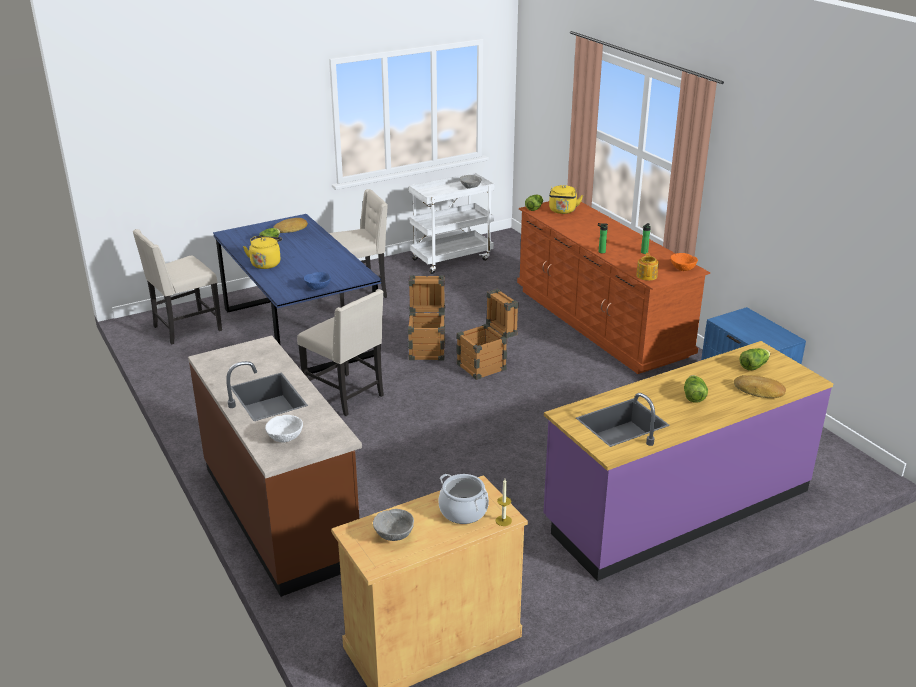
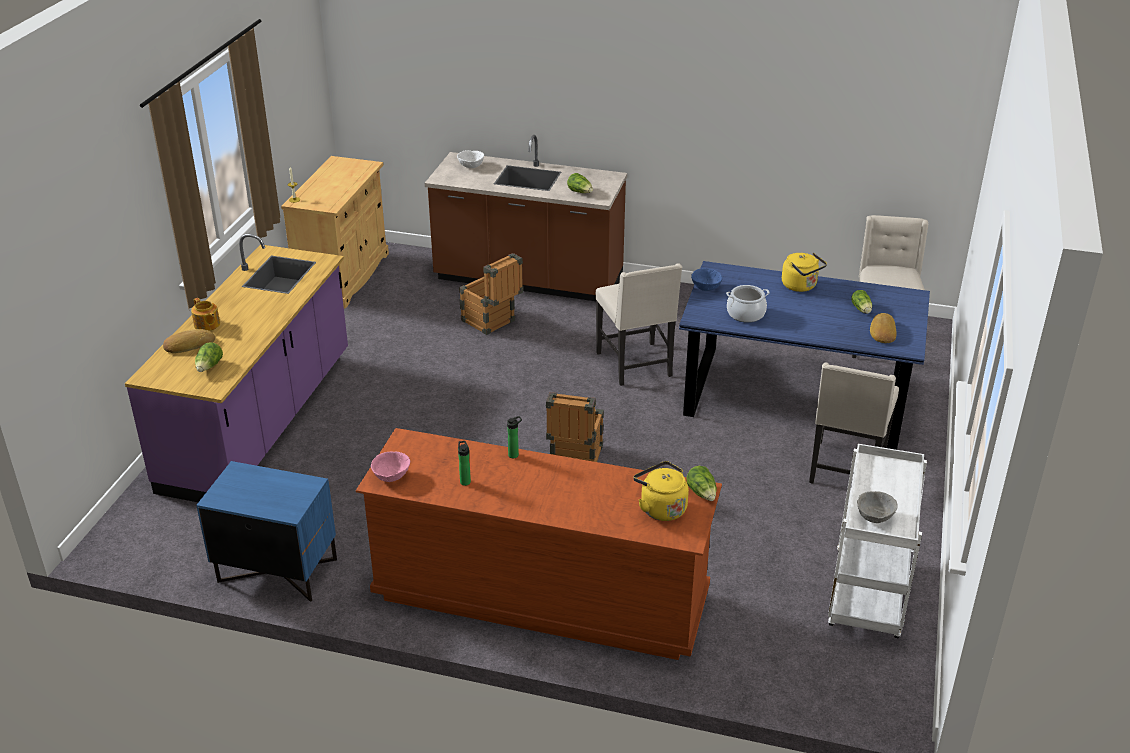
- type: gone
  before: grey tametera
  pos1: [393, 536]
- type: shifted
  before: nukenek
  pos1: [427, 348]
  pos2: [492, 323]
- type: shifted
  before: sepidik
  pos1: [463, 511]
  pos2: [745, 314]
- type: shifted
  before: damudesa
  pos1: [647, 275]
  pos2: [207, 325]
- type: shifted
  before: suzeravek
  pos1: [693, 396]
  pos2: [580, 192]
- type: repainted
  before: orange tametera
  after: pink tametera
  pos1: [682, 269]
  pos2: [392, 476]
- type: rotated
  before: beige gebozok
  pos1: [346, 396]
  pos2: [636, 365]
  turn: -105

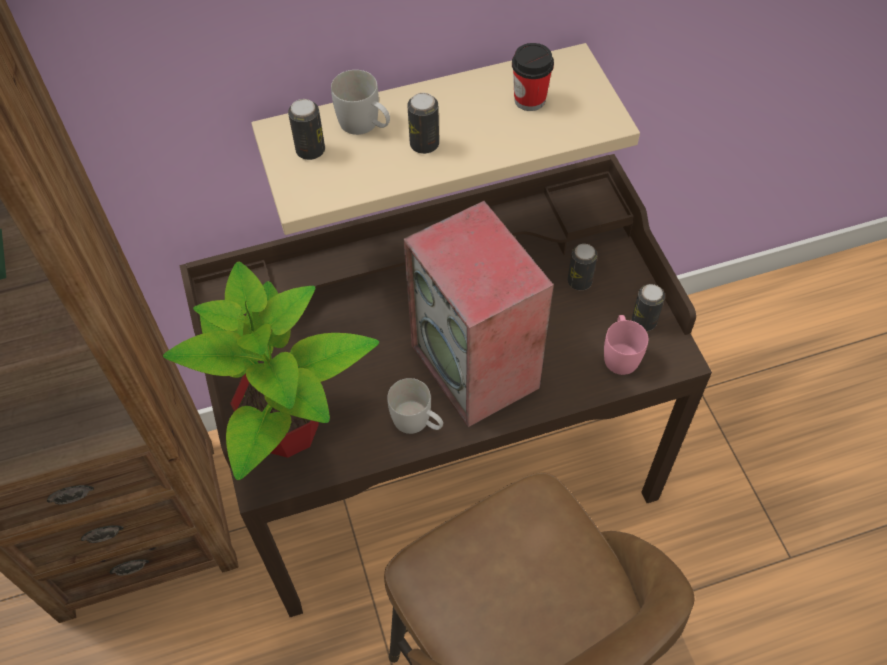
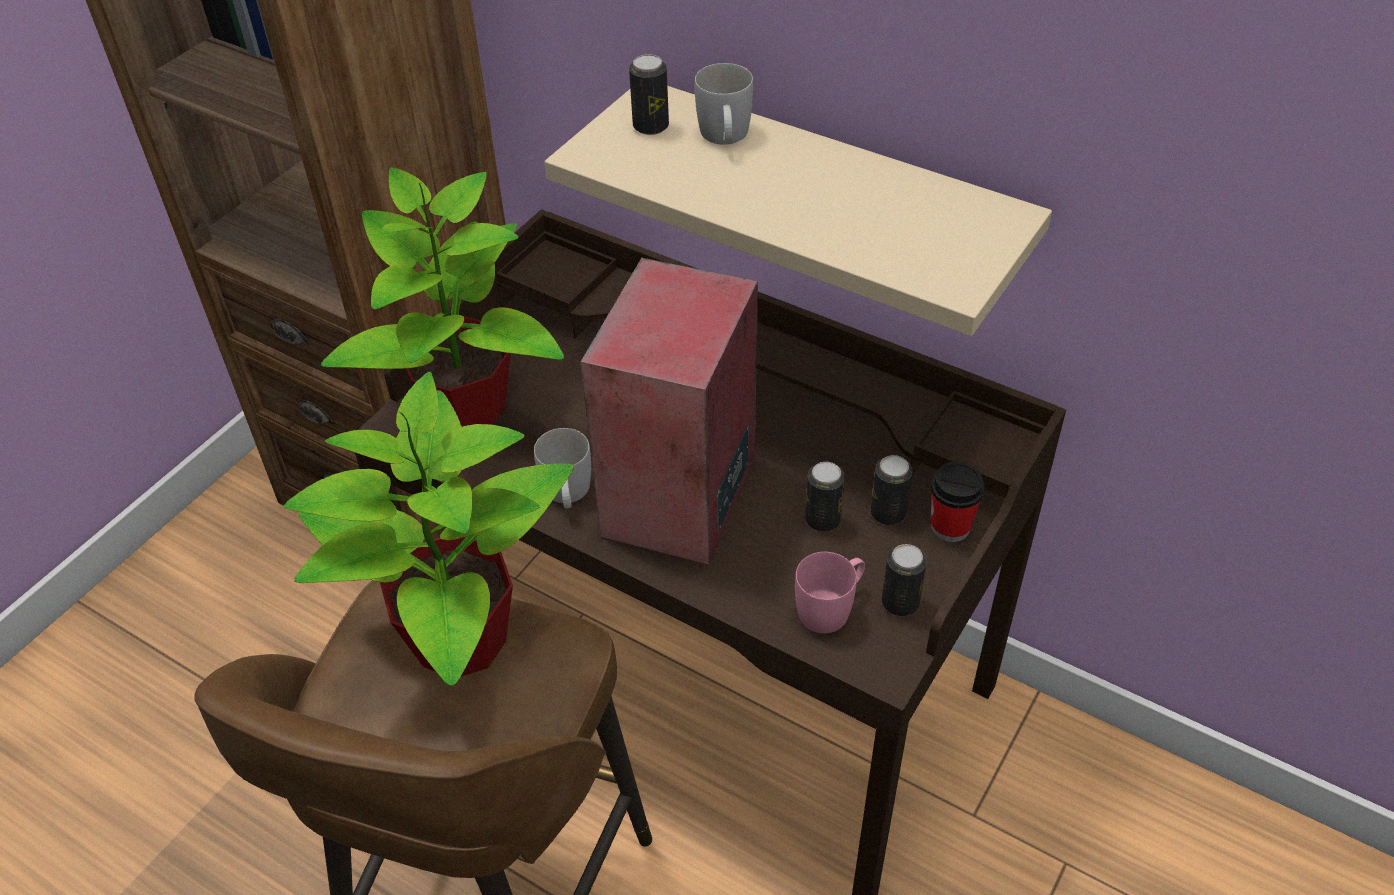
- type: new
  after: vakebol
  pos2: [458, 642]
- type: shifted
  before: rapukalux
  pos1: [424, 144]
  pos2: [823, 519]
- type: shifted
  before: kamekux
  pos1: [529, 100]
  pos2: [950, 526]

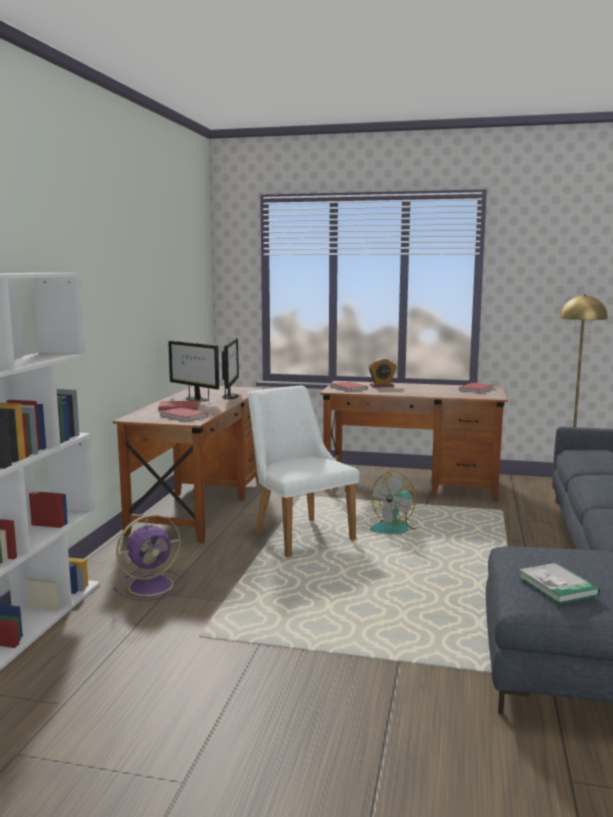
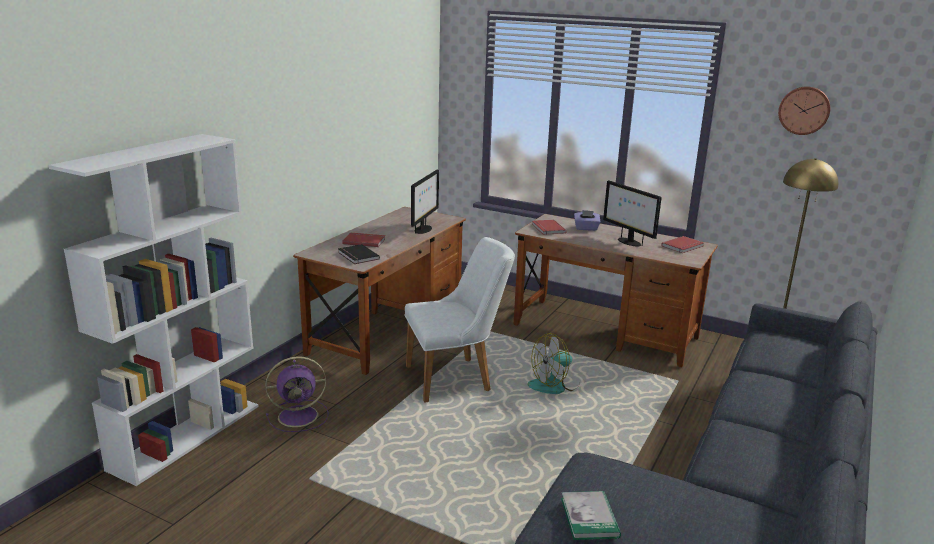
- type: new
  after: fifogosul
  pos2: [804, 110]
- type: shifted
  before: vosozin
  pos1: [196, 399]
  pos2: [628, 242]
- type: swapped
  before: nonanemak
  after: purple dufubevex
  pos1: [382, 386]
  pos2: [586, 228]
- type: repainted
  before: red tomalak
  after: black tomalak
  pos1: [182, 416]
  pos2: [357, 256]
- type: rotated
  before: white gebozok
  pos1: [297, 534]
  pos2: [456, 378]
  turn: 90

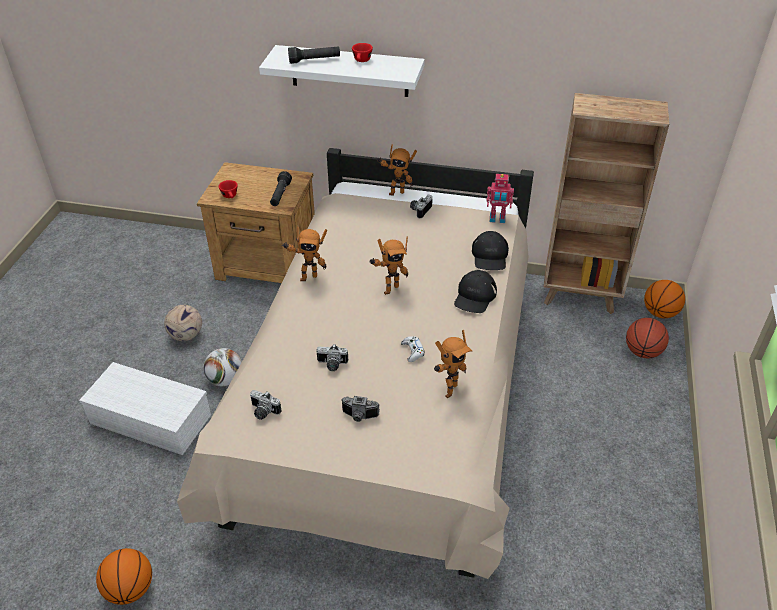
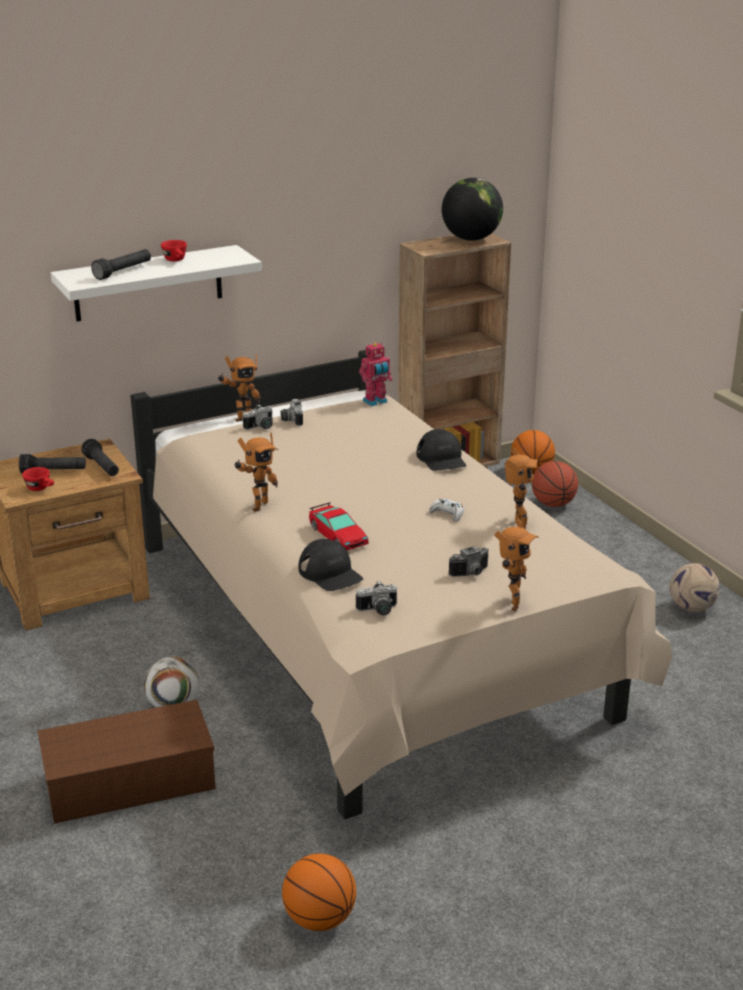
- type: new
  after: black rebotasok
  pos2: [53, 472]
- type: new
  after: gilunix
  pos2: [337, 535]
- type: new
  after: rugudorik
  pos2: [471, 239]
- type: shifted
  before: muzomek
  pos1: [186, 336]
  pos2: [691, 608]
- type: shifted
  before: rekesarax
  pos1: [332, 365]
  pos2: [261, 427]
- type: shifted
  before: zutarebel
  pos1: [389, 288]
  pos2: [510, 603]
- type: shifted
  before: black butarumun
  pos1: [490, 256]
  pos2: [330, 573]
- type: repainted
  before: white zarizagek
  after: brown zarizagek
  pos1: [152, 418]
  pos2: [131, 779]

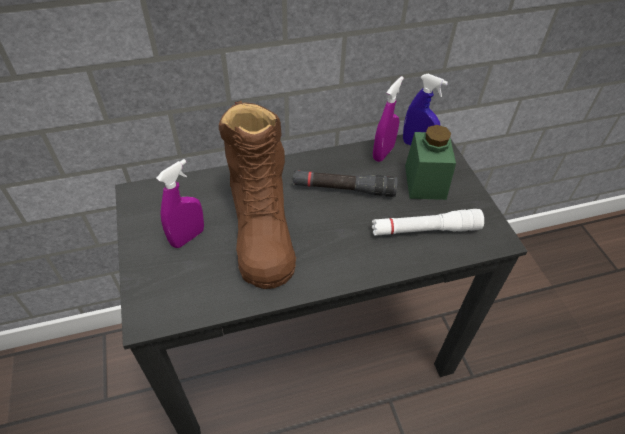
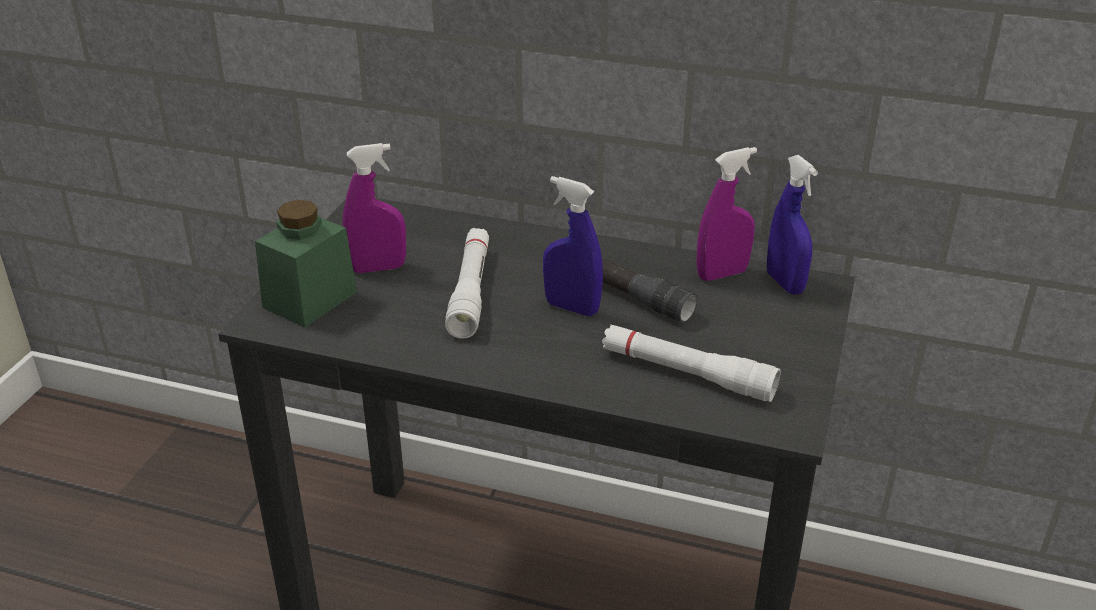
- type: new
  after: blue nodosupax
  pos2: [572, 308]
- type: shifted
  before: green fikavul
  pos1: [425, 182]
  pos2: [310, 300]
- type: swapped
  before: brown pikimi
  after: white rebotasok
  pos1: [261, 228]
  pos2: [470, 291]

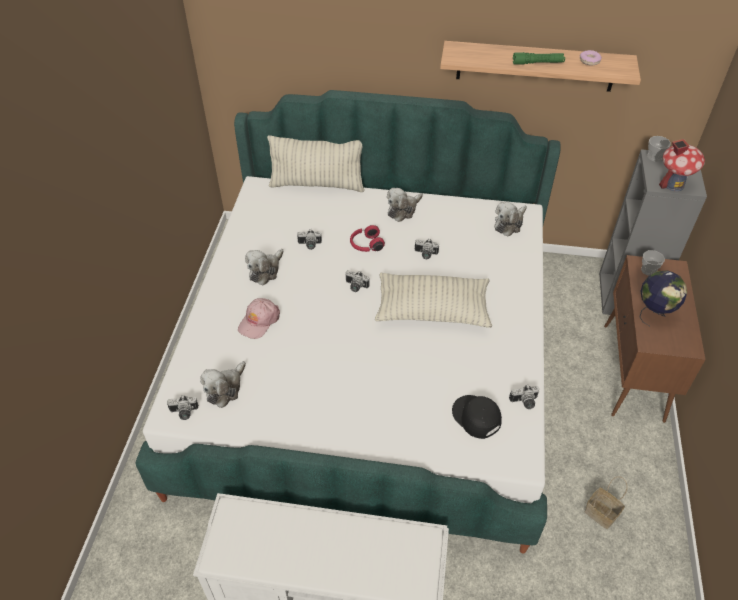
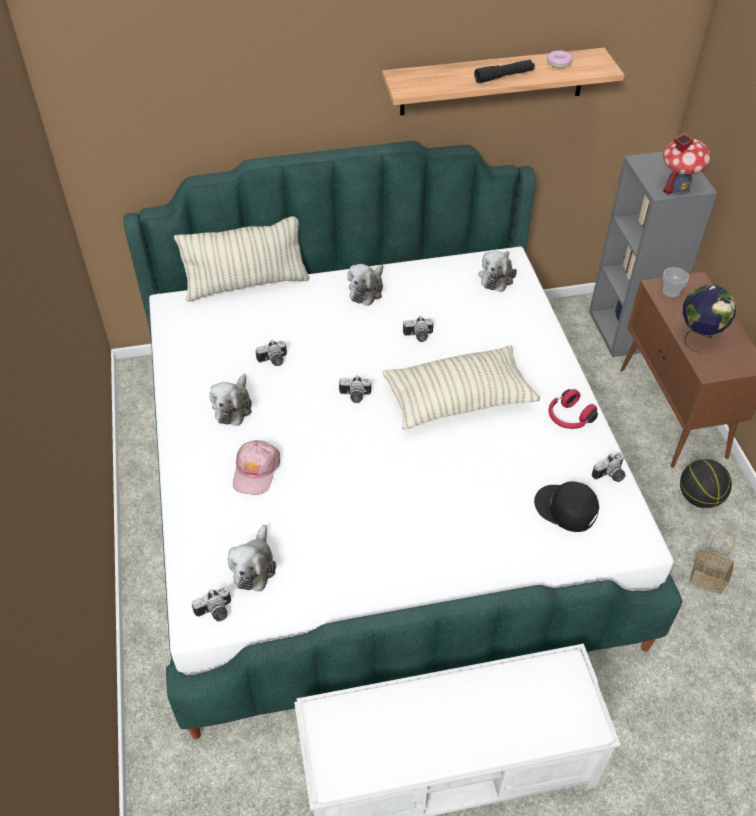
- type: gone
  before: kamekux
  pos1: [654, 157]
- type: new
  after: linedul
  pos2: [699, 497]
- type: shifted
  before: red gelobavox
  pos1: [366, 245]
  pos2: [569, 418]
- type: repainted
  before: green rebotasok
  after: black rebotasok
  pos1: [538, 63]
  pos2: [504, 76]

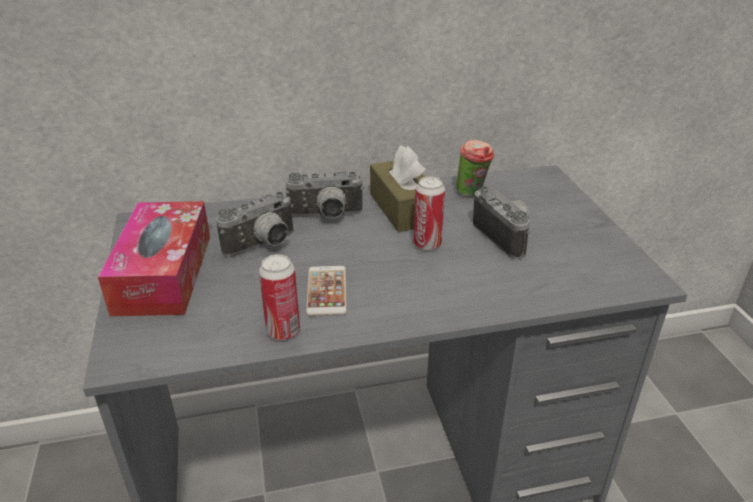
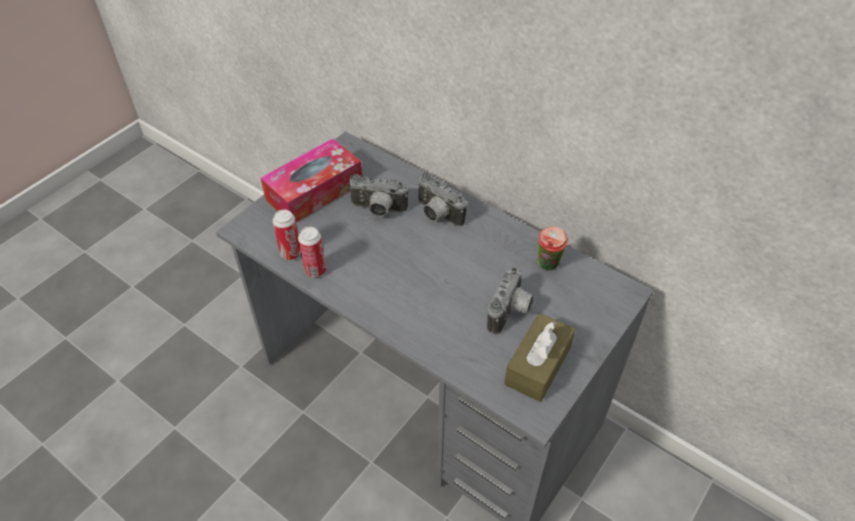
- type: gone
  before: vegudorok
  pos1: [326, 291]
- type: shifted
  before: brown dufubevex
  pos1: [402, 209]
  pos2: [538, 365]
- type: shifted
  before: rapukalux
  pos1: [427, 244]
  pos2: [291, 253]

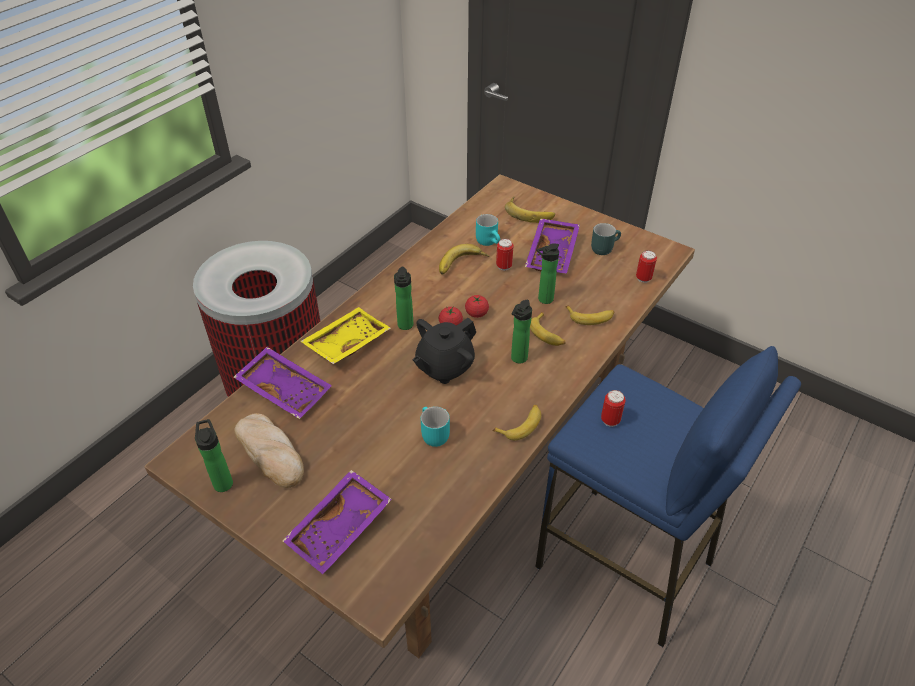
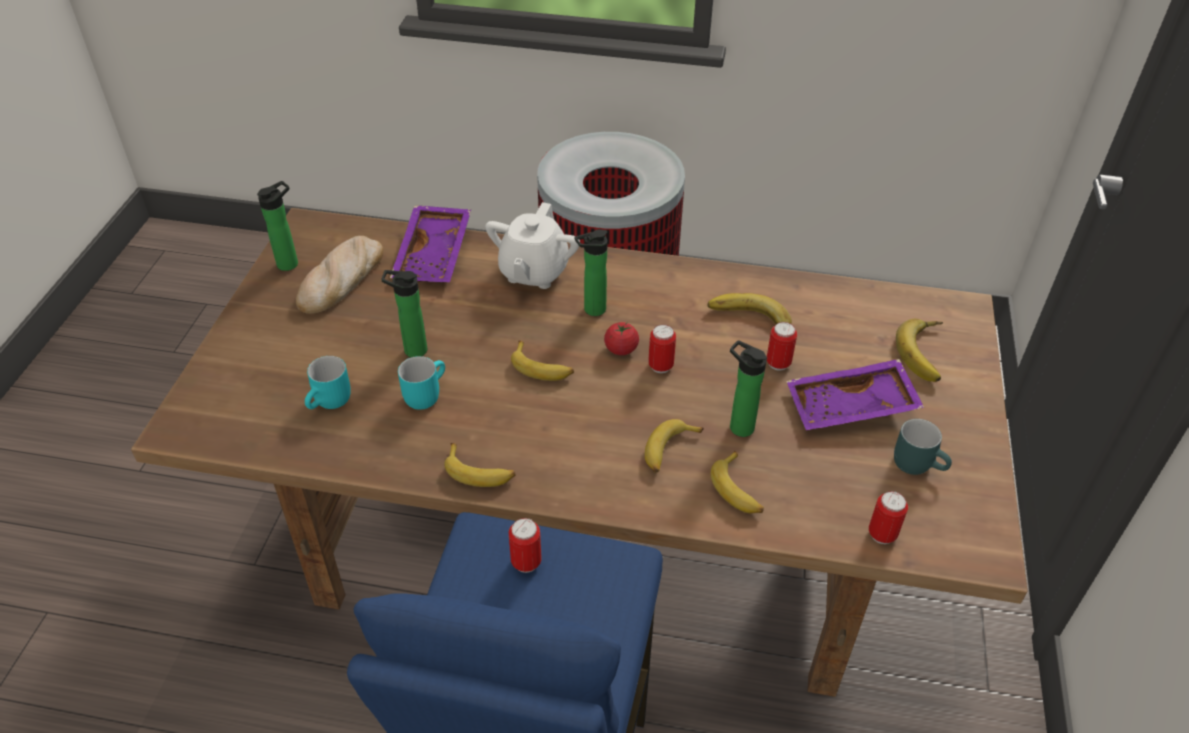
- type: gone
  before: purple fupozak
  pos1: [340, 529]
- type: shifted
  before: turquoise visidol
  pos1: [489, 241]
  pos2: [331, 402]
- type: shifted
  before: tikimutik
  pos1: [518, 359]
  pos2: [412, 350]
- type: swapped
  before: yellow fupozak
  after: white damudesa
  pos1: [346, 342]
  pos2: [533, 272]
- type: swapped
  before: black damudesa
  after: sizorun
  pos1: [444, 367]
  pos2: [542, 368]
- type: swapped
  before: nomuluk
  after: rapukalux
  pos1: [476, 313]
  pos2: [660, 366]

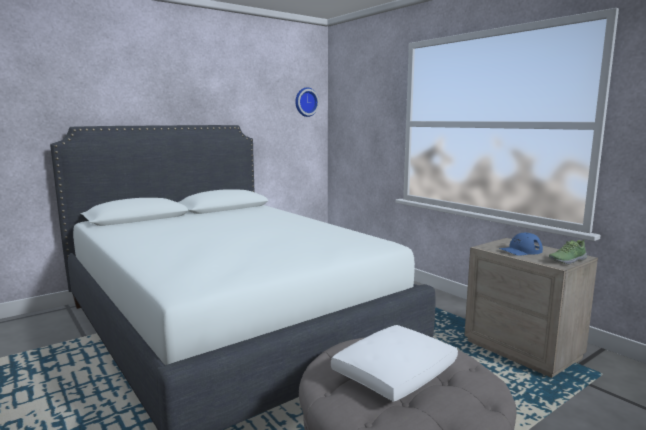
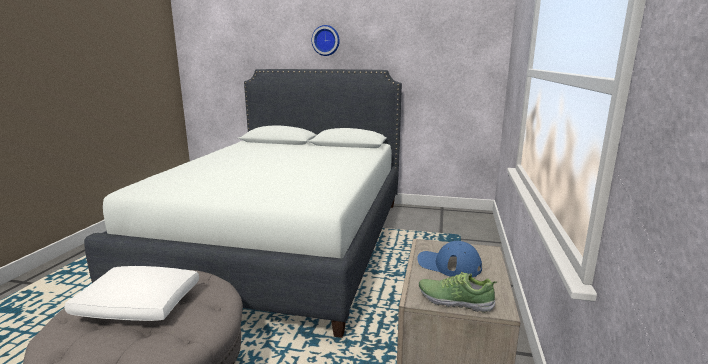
- type: shifted
  before: fifogosul
  pos1: [305, 102]
  pos2: [326, 40]

